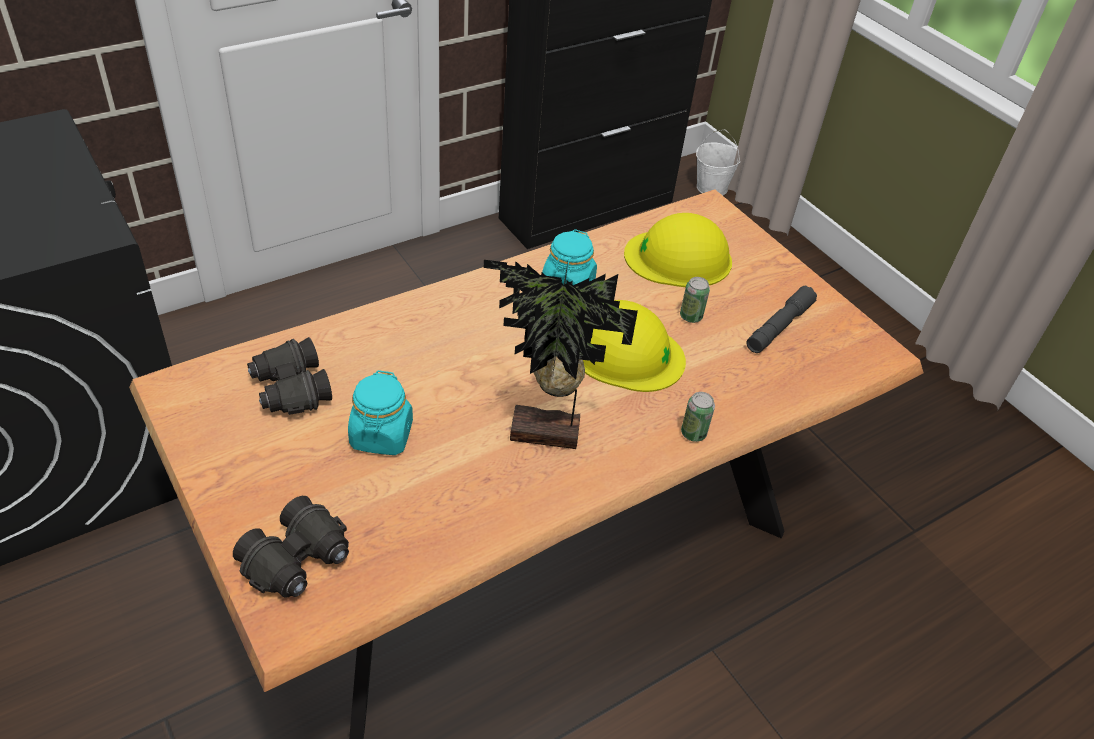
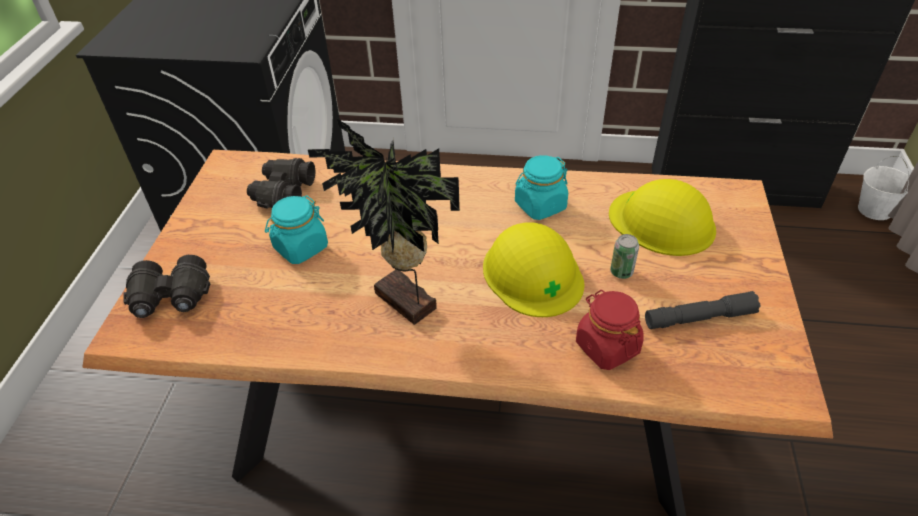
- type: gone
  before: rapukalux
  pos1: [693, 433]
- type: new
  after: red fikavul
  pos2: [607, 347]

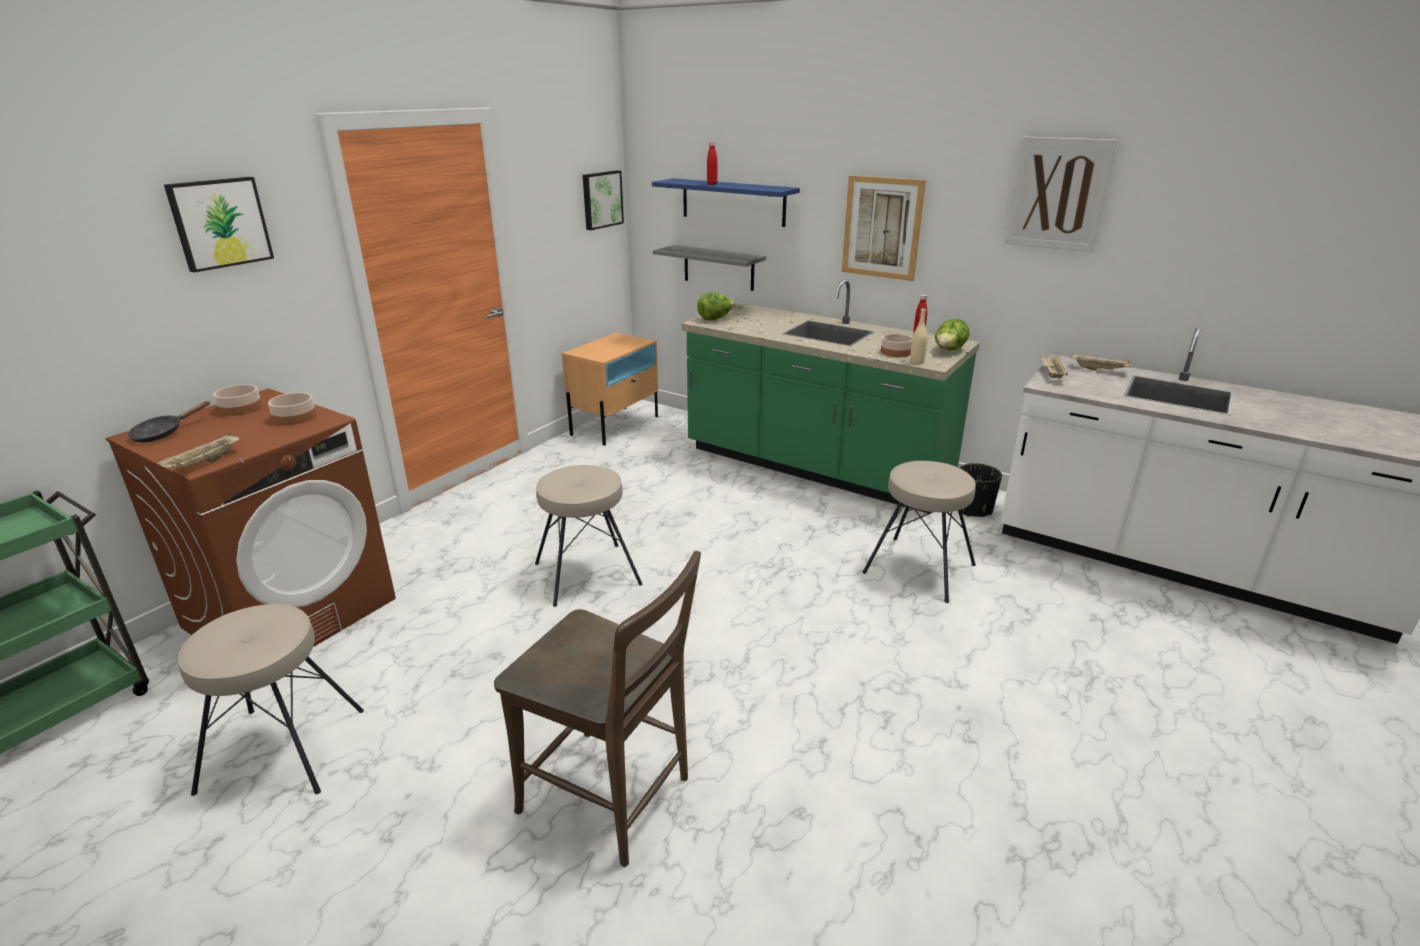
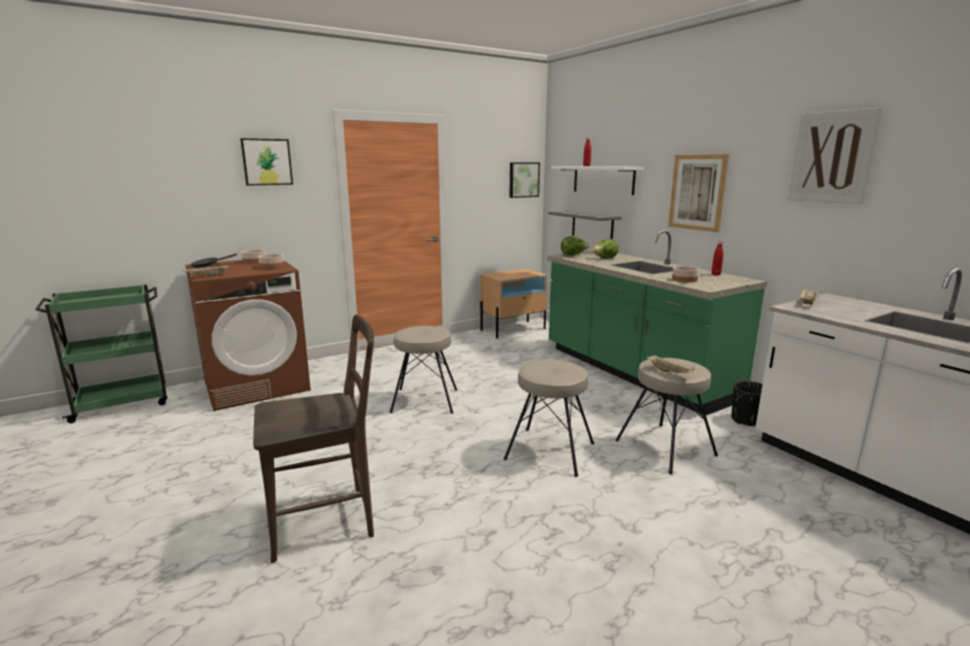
- type: gone
  before: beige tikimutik
  pos1: [916, 362]
- type: shifted
  before: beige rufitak
  pos1: [283, 748]
  pos2: [550, 450]
- type: shifted
  before: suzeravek
  pos1: [949, 351]
  pos2: [604, 258]
- type: shifted
  before: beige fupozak
  pos1: [1099, 370]
  pos2: [670, 372]
- type: repainted
  before: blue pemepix
  after: white pemepix
  pos1: [733, 202]
  pos2: [603, 179]
- type: rotated
  before: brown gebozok
  pos1: [612, 798]
  pos2: [327, 520]
  turn: -75

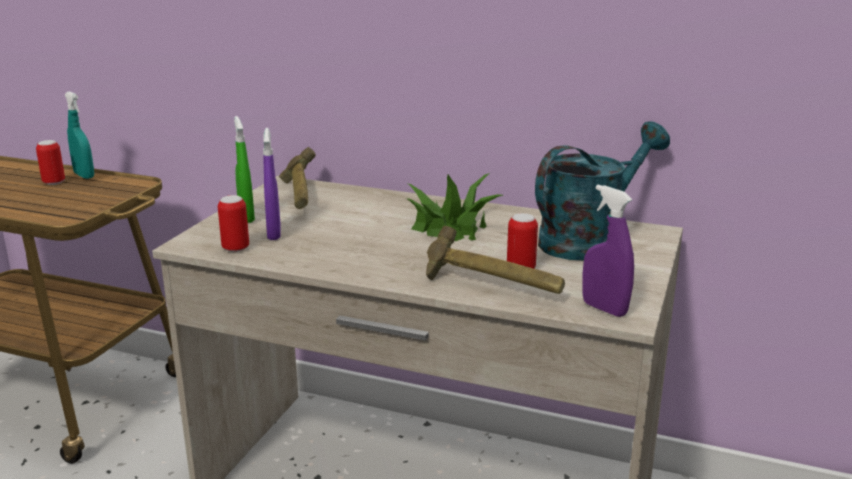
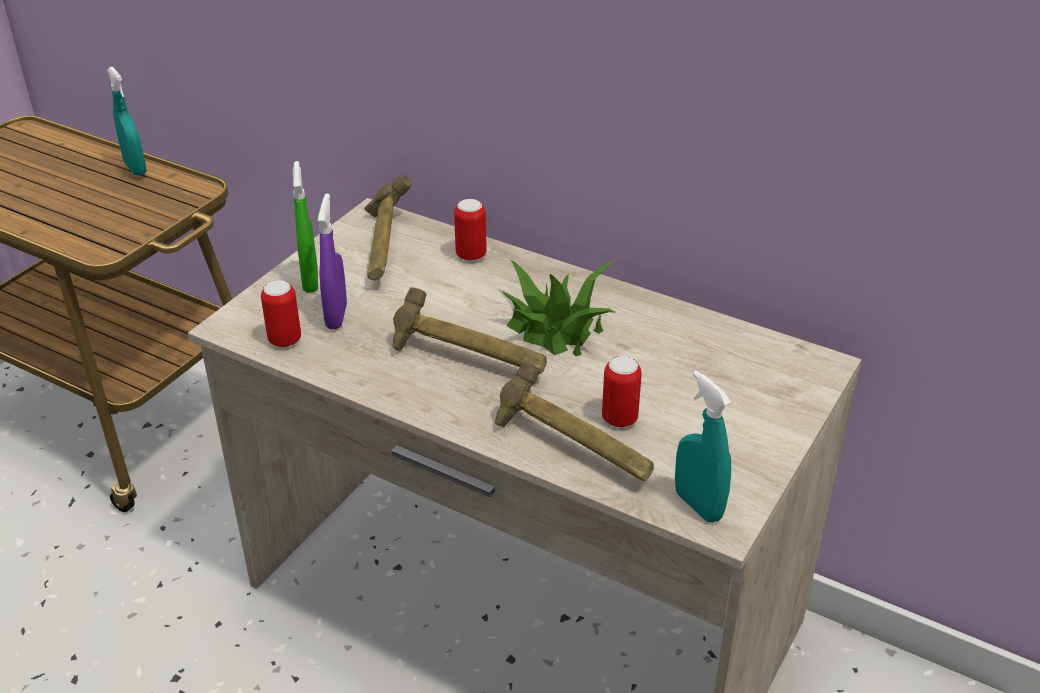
- type: gone
  before: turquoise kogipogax
  pos1: [589, 239]
- type: new
  after: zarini
  pos2: [468, 360]
- type: shifted
  before: rapukalux
  pos1: [54, 182]
  pos2: [471, 255]
- type: repainted
  before: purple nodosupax
  after: turquoise nodosupax
  pos1: [604, 309]
  pos2: [698, 505]

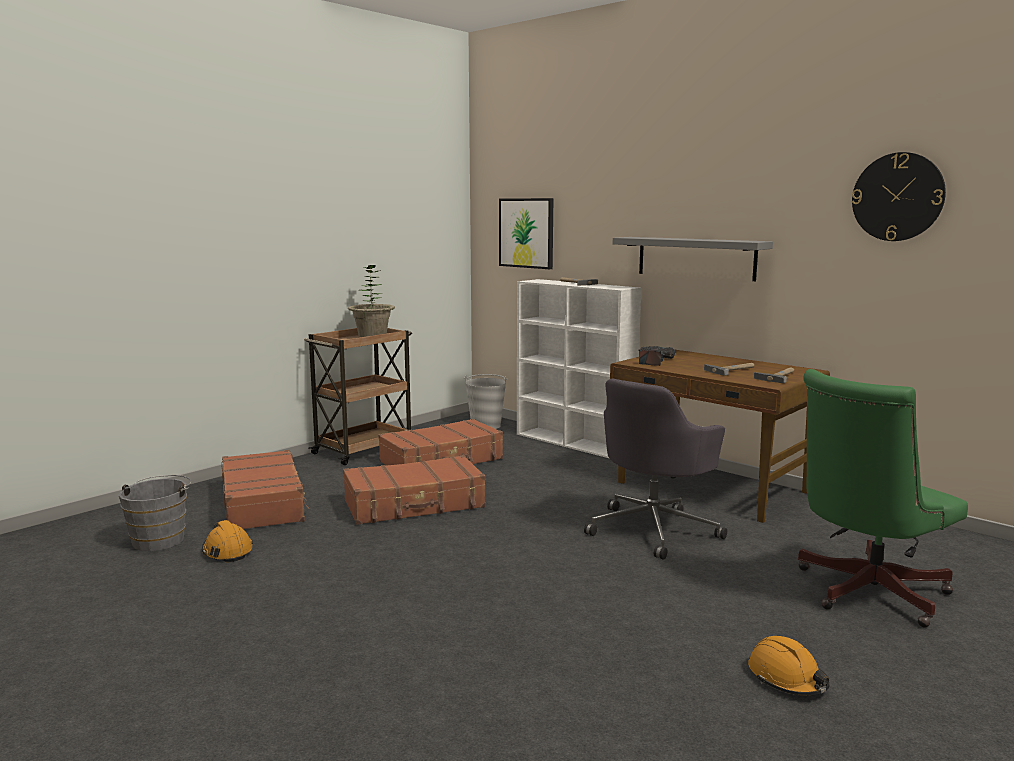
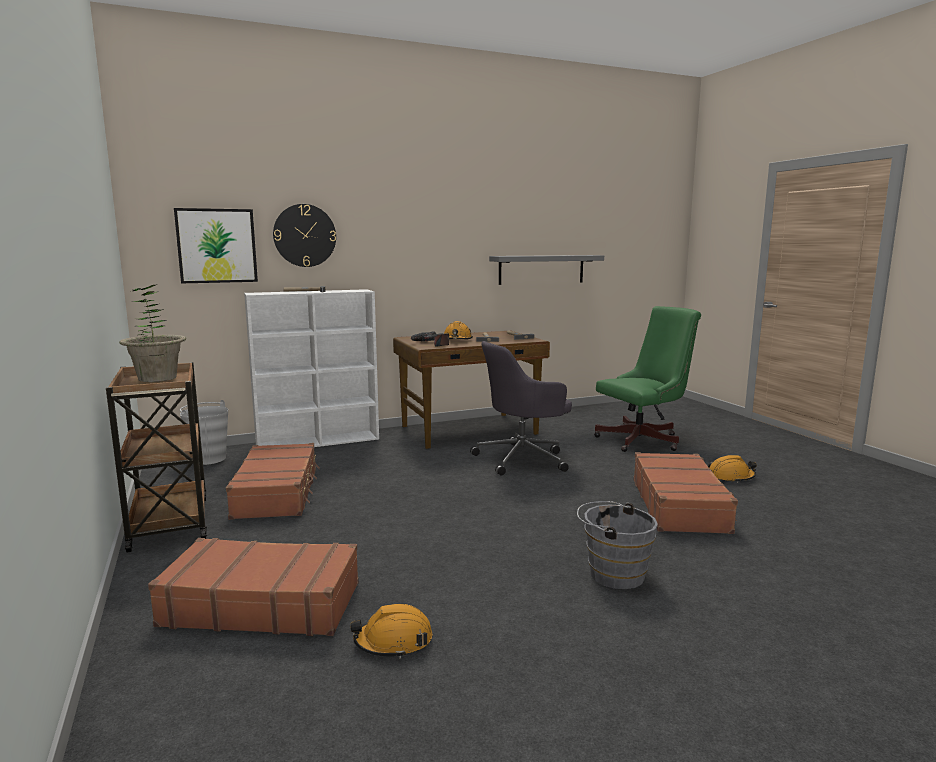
- type: new
  after: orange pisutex
  pos2: [457, 340]
- type: shifted
  before: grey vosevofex
  pos1: [161, 539]
  pos2: [612, 573]
- type: shifted
  before: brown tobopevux
  pos1: [415, 504]
  pos2: [679, 505]
- type: shifted
  before: grey pemepix
  pos1: [695, 258]
  pos2: [541, 269]
- type: shifted
  before: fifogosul
  pos1: [897, 197]
  pos2: [304, 235]
- type: rotated
  before: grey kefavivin
  pos1: [654, 529]
  pos2: [523, 459]
  turn: 90
- type: rotated
  before: green kefavivin
  pos1: [864, 593]
  pos2: [644, 440]
  turn: -105

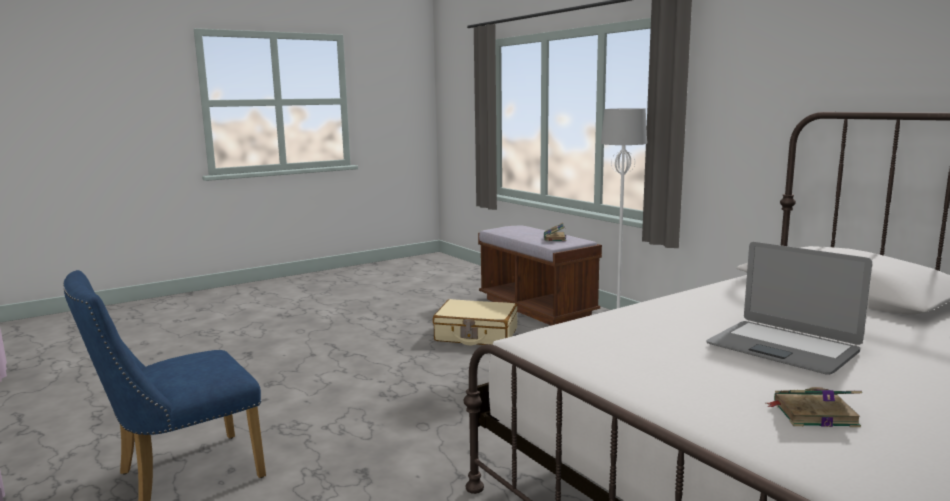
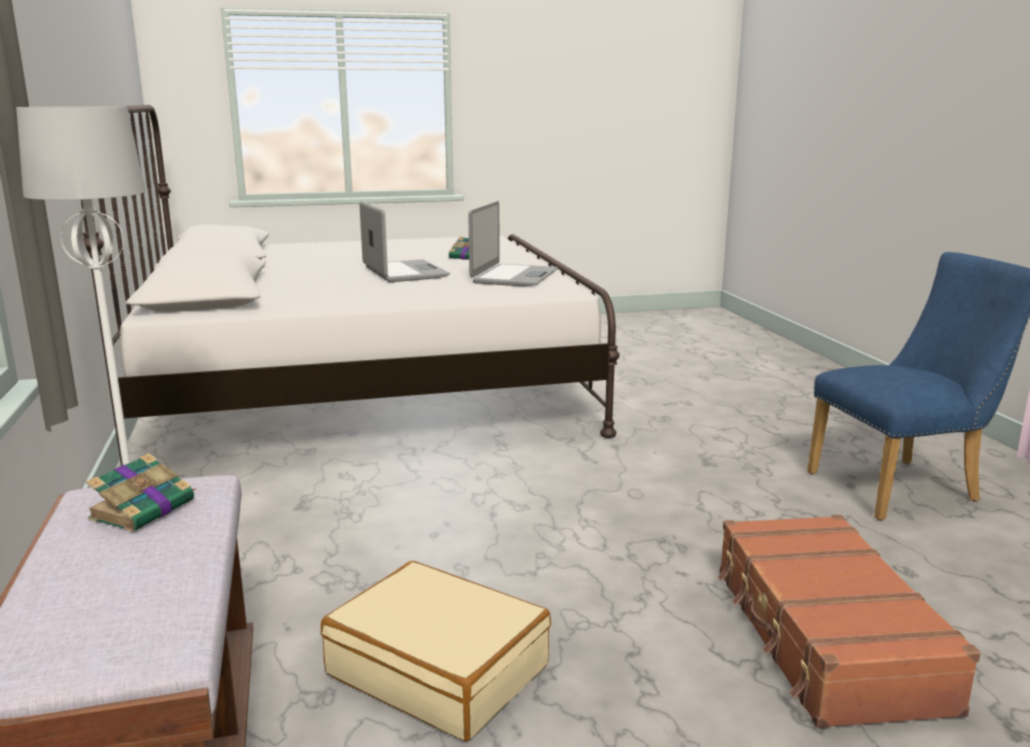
- type: new
  after: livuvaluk
  pos2: [514, 277]
- type: new
  after: brown tobopevux
  pos2: [825, 638]

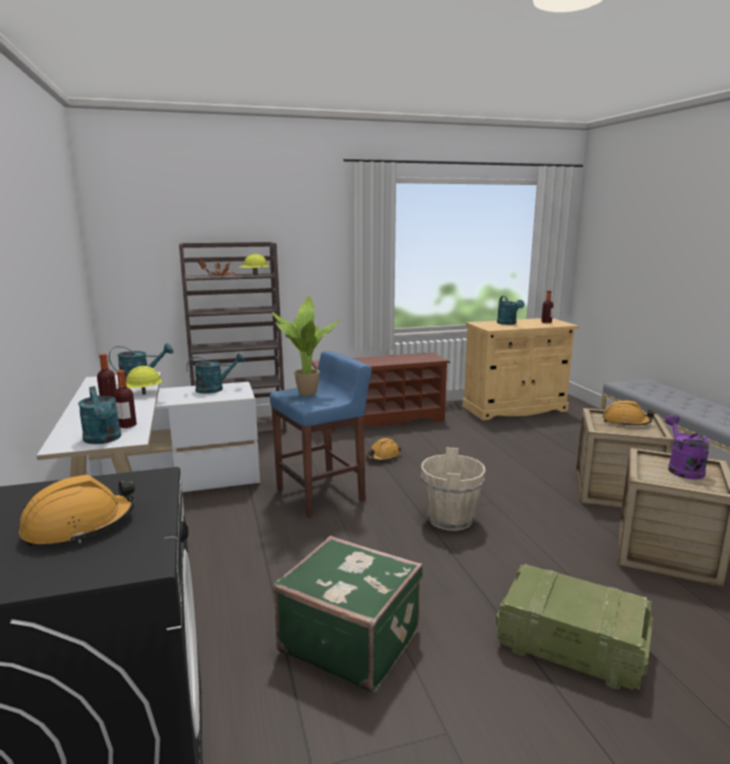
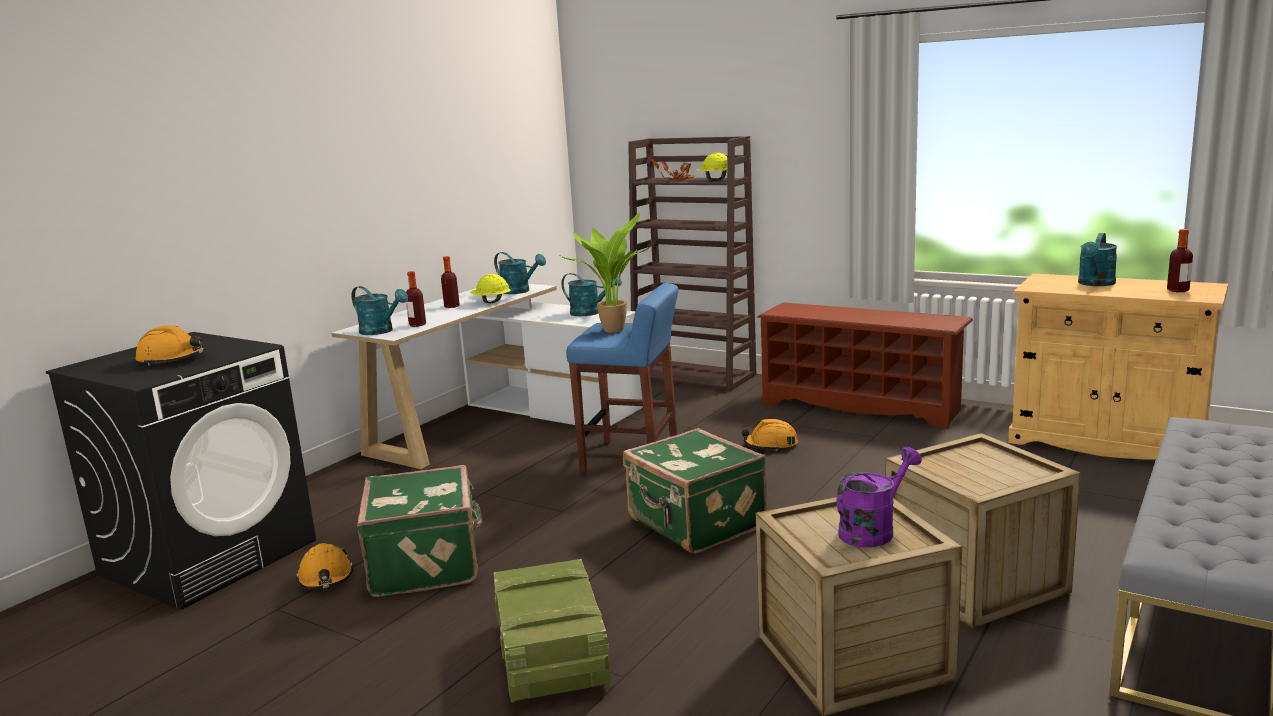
- type: shifted
  before: orange pisutex
  pos1: [626, 422]
  pos2: [326, 578]
- type: swapped
  before: beige vosevofex
  after: green tobopevux
  pos1: [451, 519]
  pos2: [695, 524]
- type: rotated
  before: turquoise kogipogax
  pos1: [104, 440]
  pos2: [381, 331]
  turn: -75

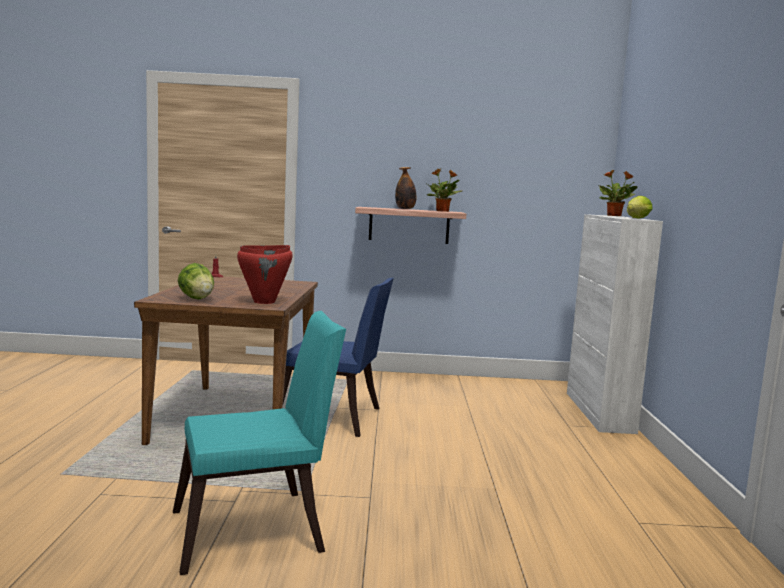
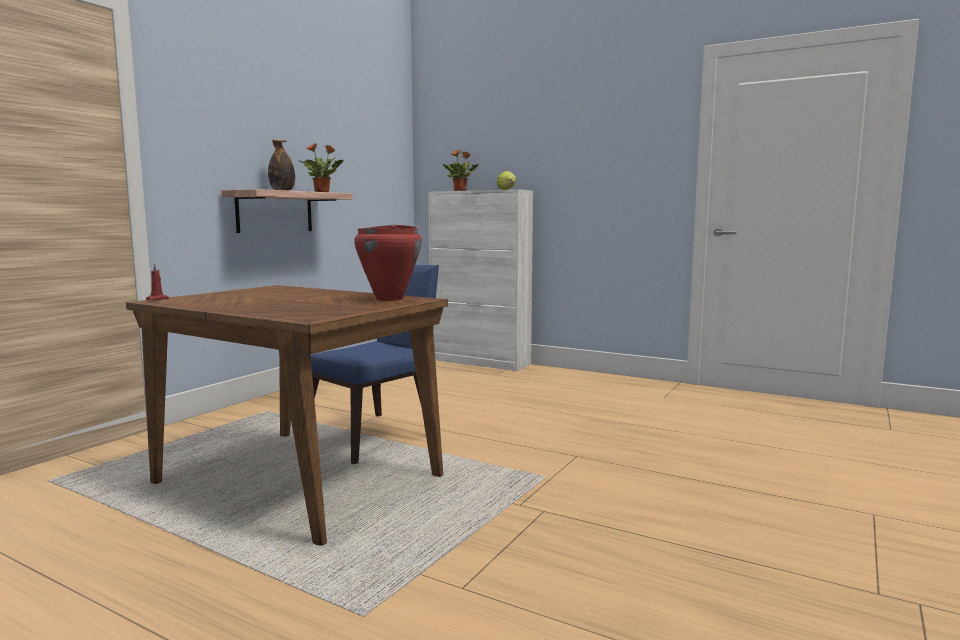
- type: gone
  before: turquoise gebozok
  pos1: [258, 530]
- type: gone
  before: suzeravek
  pos1: [197, 299]

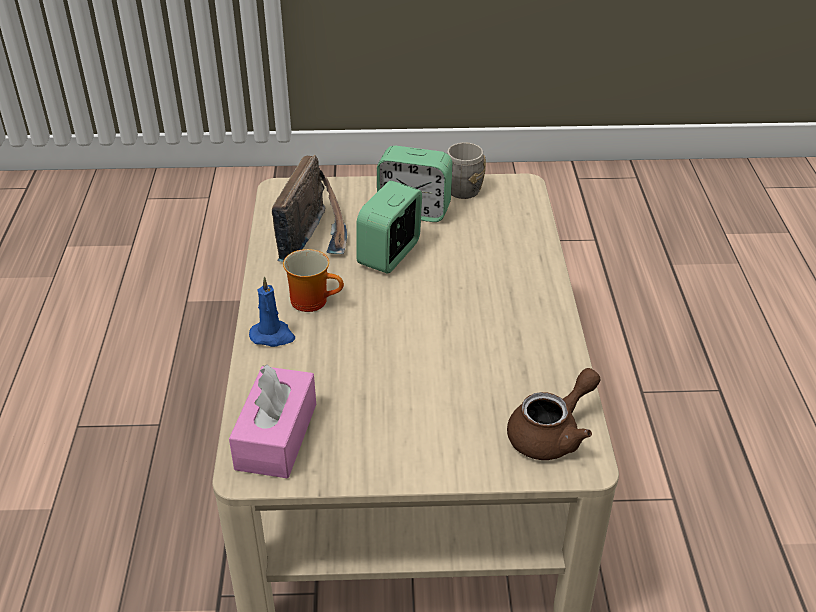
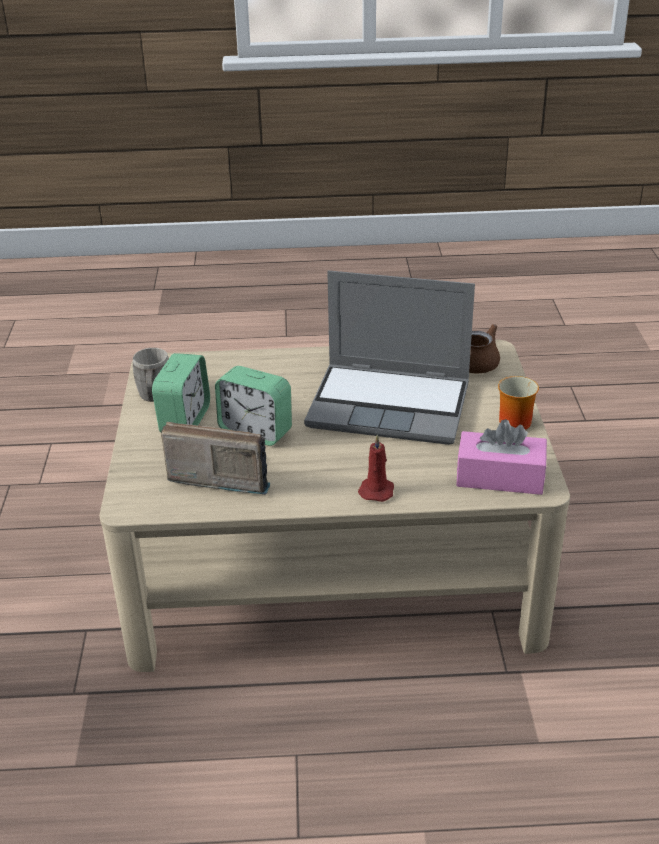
- type: new
  after: livuvaluk
  pos2: [391, 405]
- type: shifted
  before: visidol
  pos1: [314, 300]
  pos2: [513, 419]
- type: repainted
  before: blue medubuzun
  after: red medubuzun
  pos1: [273, 336]
  pos2: [377, 490]

